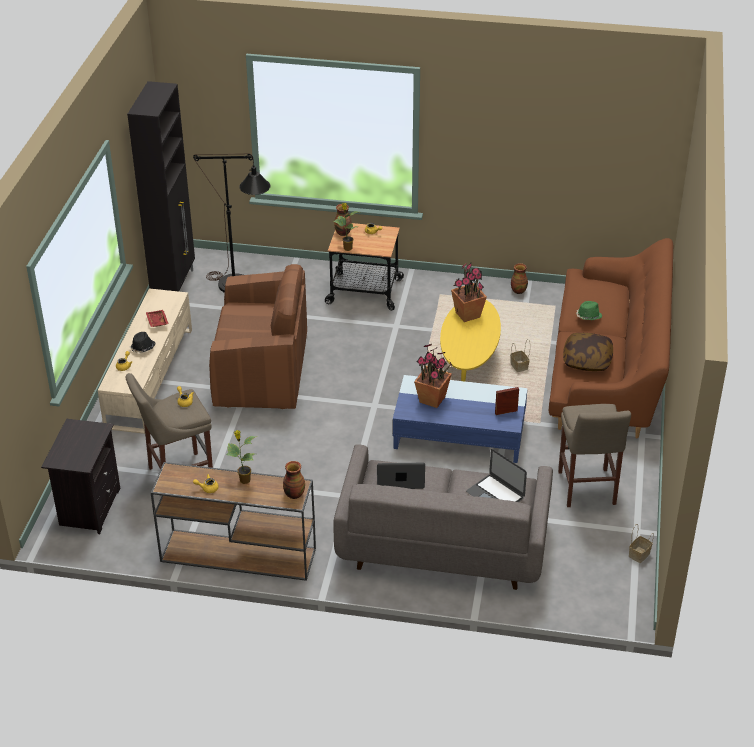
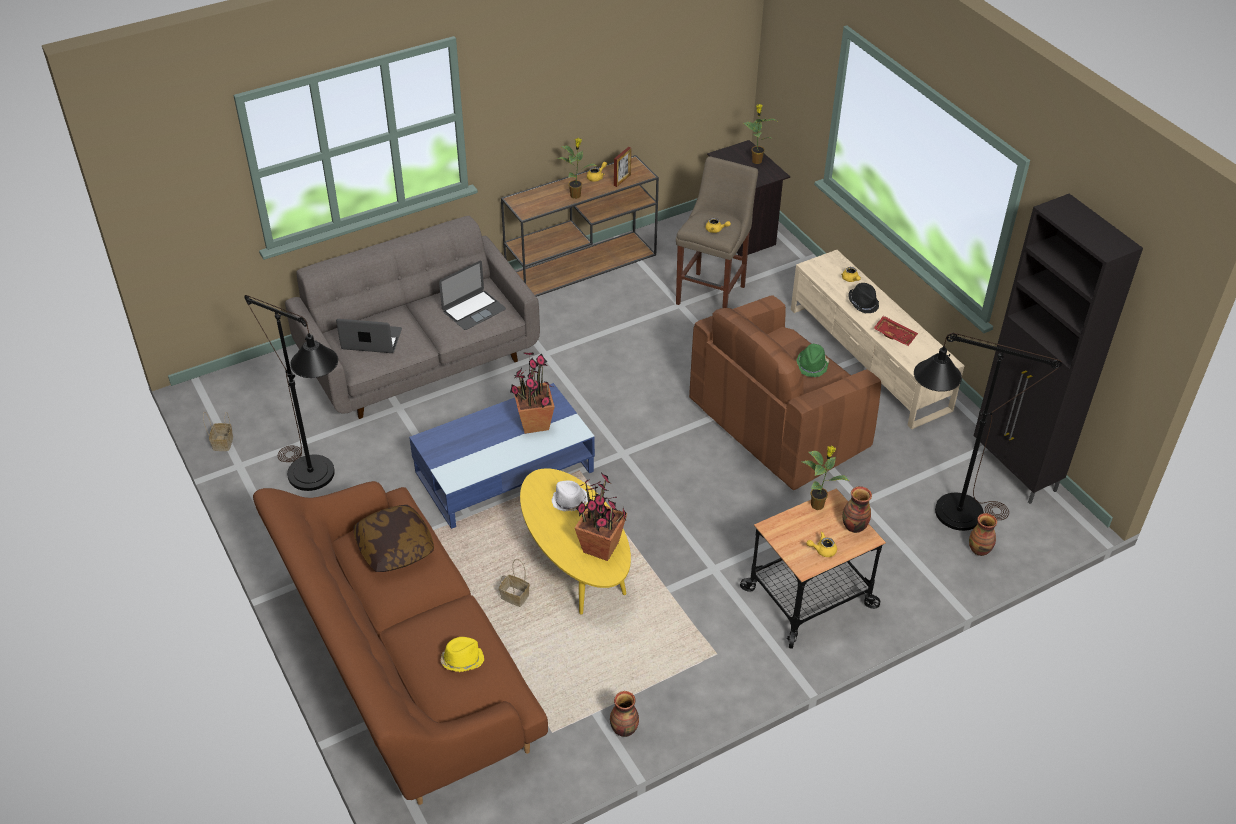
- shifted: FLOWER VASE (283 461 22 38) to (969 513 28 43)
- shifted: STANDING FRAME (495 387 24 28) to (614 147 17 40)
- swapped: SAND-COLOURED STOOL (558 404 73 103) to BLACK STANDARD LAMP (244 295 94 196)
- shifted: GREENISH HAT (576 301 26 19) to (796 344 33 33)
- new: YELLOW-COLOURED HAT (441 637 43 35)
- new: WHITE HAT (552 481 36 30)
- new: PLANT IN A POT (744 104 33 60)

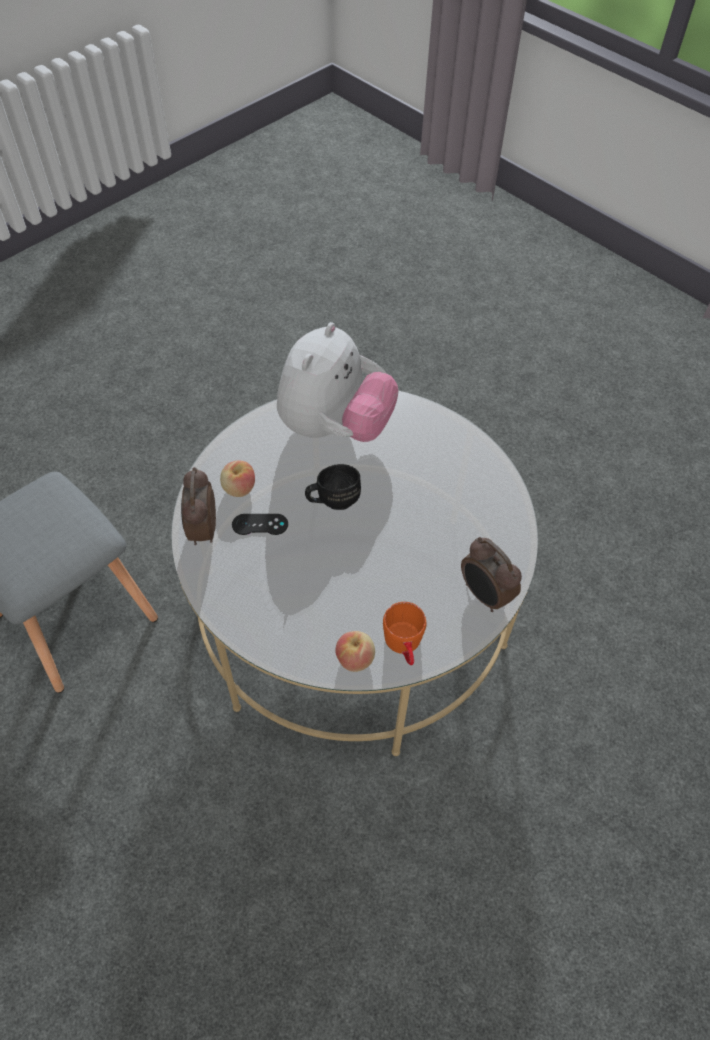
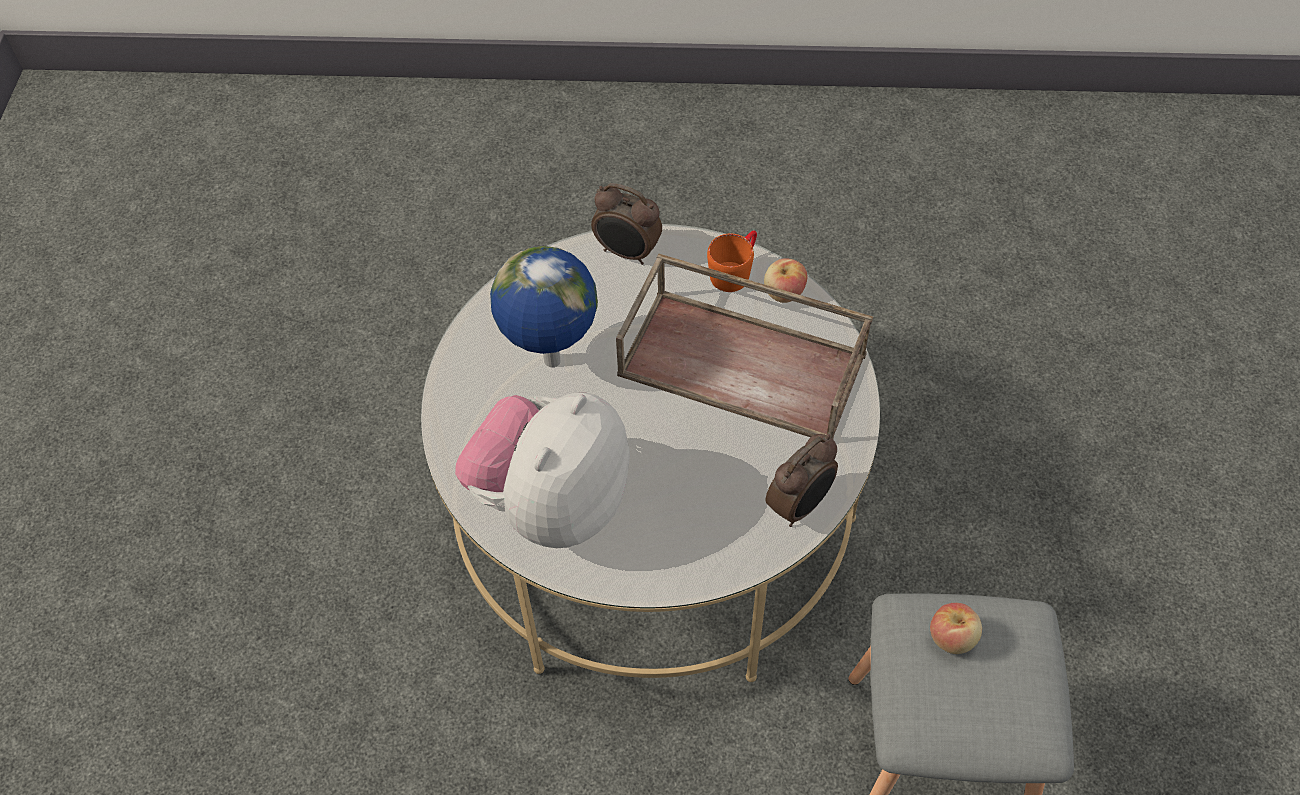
- shifted: APPLE (220 461 35 36) to (930 603 52 51)
- gone: BLACK JOYPAD (232 514 56 21)
- rotated: SOFT TOY (277 322 122 120) = (455 393 175 155) 45 degrees counterclockwise
- gone: BLACK COFFEE MUG (305 464 56 46)
- rotated: BEDSIDE CLOCK (461 537 61 75) = (591 183 71 82) 105 degrees clockwise
- new: WORLD GLOBE (490 246 108 121)
- new: BROWN-COLOURED CARRYING TRAY (616 253 257 186)

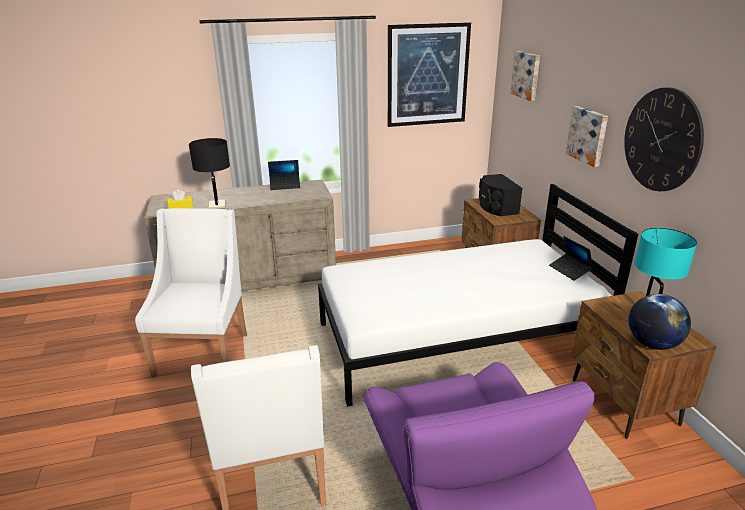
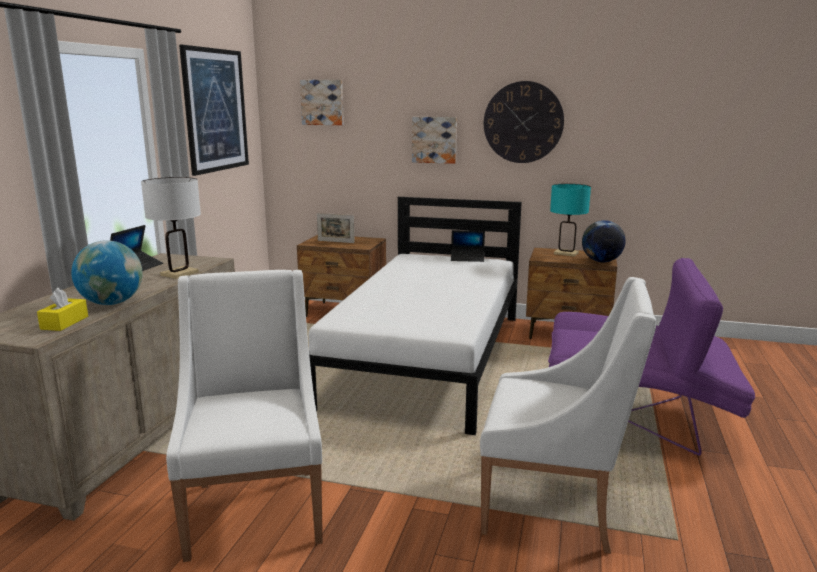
- rotated: WHITE ARMCHAIR (135 208 112 169) = (166 270 157 292) 45 degrees clockwise
- swapped: BLACK TABLE LAMP (189 138 41 71) to WORLD GLOBE (71 240 72 65)
- swapped: BLACK LOUDSPEAKER (479 174 43 42) to STANDING FRAME (317 213 38 30)
- new: WHITE TABLE LAMP (141 177 60 102)

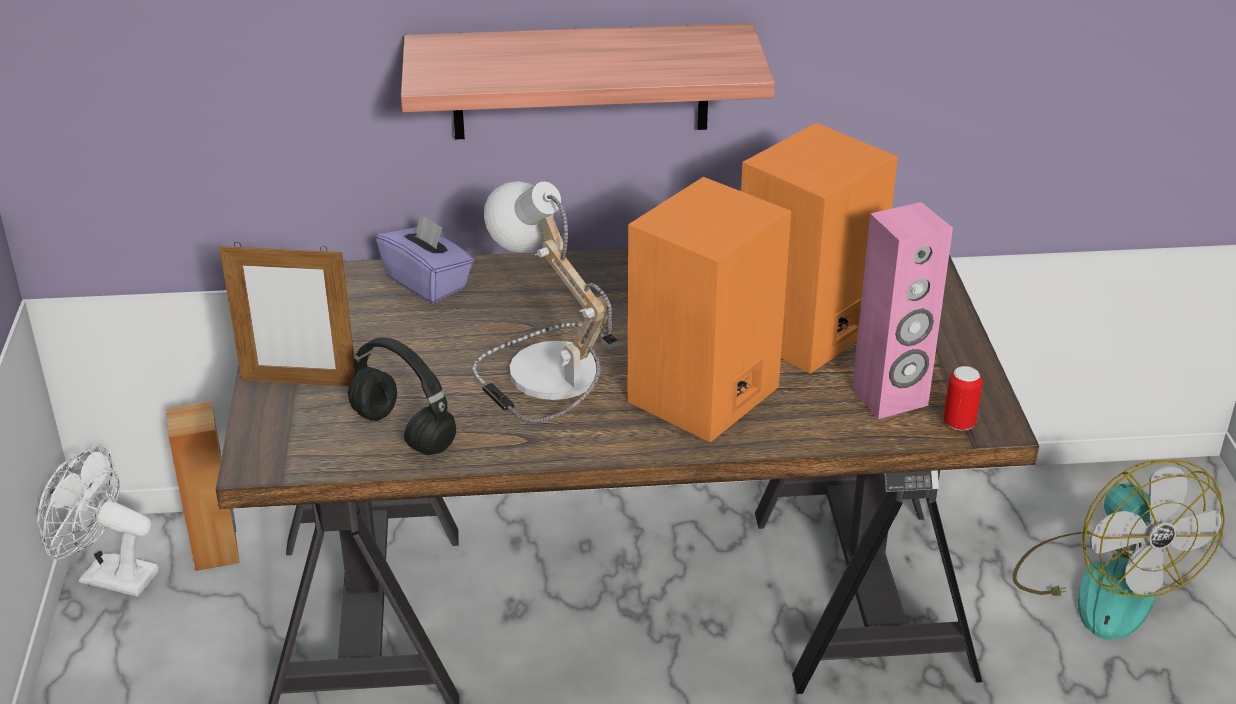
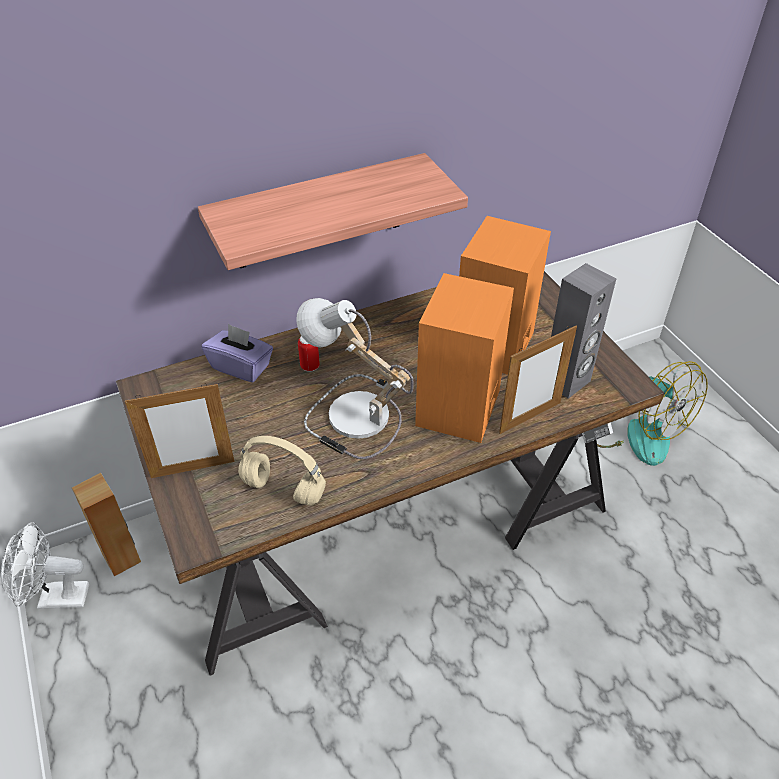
- repainted: BLACK HEADSET (348 337 108 118) to SAND-COLOURED HEADSET (238 436 88 69)
- repainted: PINK-COLOURED LOUDSPEAKER (852 202 101 217) to GREY LOUDSPEAKER (551 263 65 136)
- shifted: METAL CAN (943 366 40 65) to (298 336 22 36)
- new: STANDING FRAME (499 325 78 109)

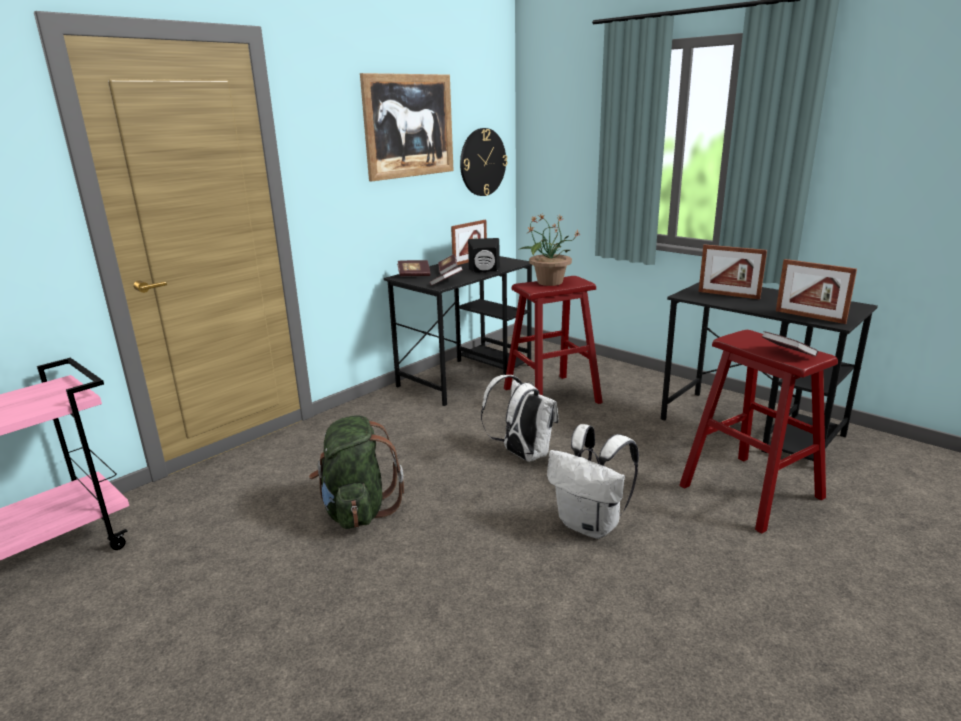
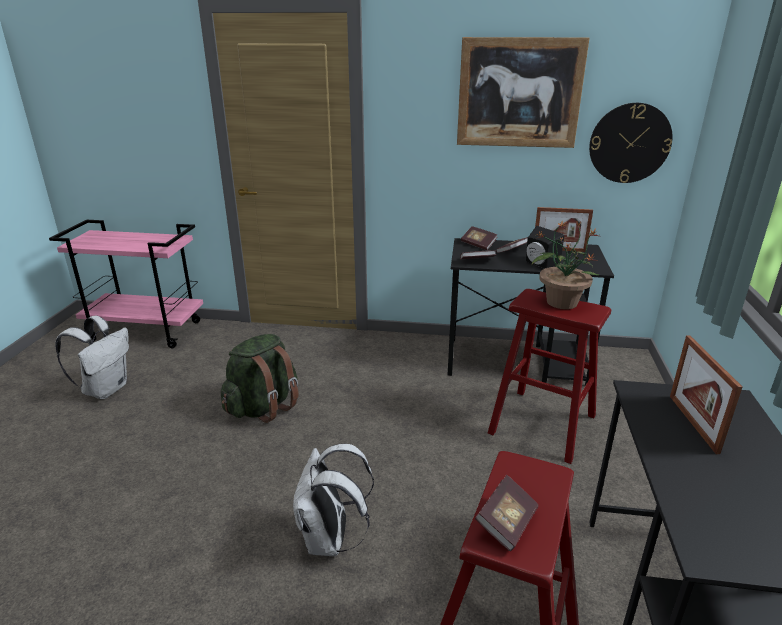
- shifted: WHITE BACKPACK (481 375 78 87) to (55 316 74 83)
- gone: STANDING FRAME (776 259 81 65)

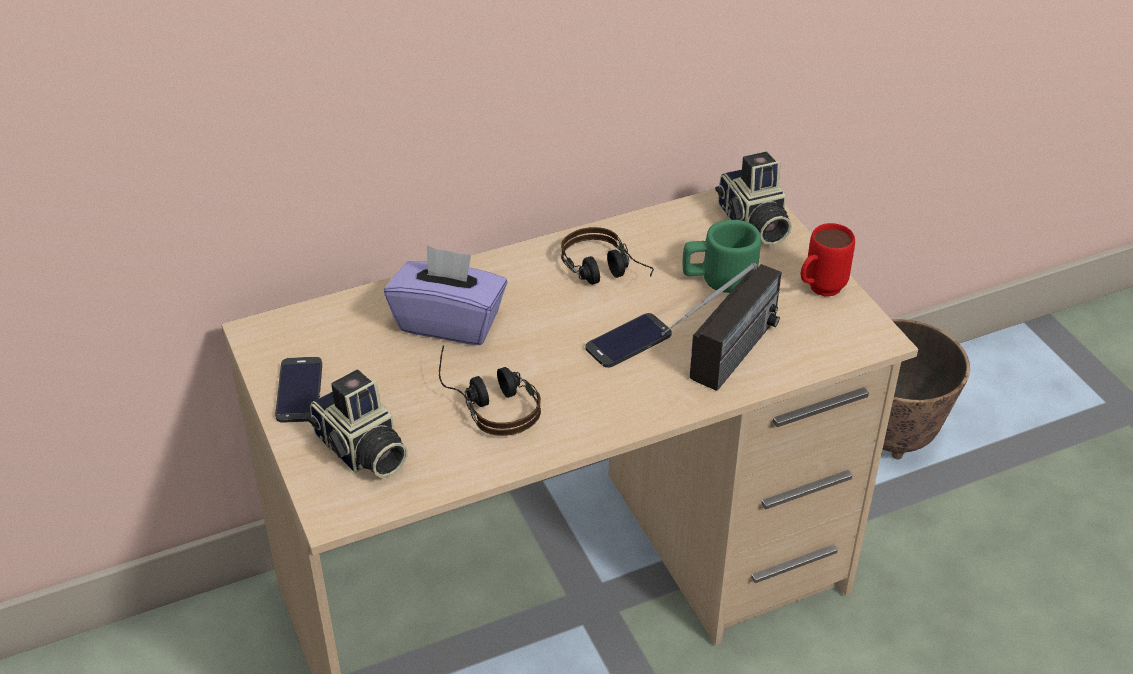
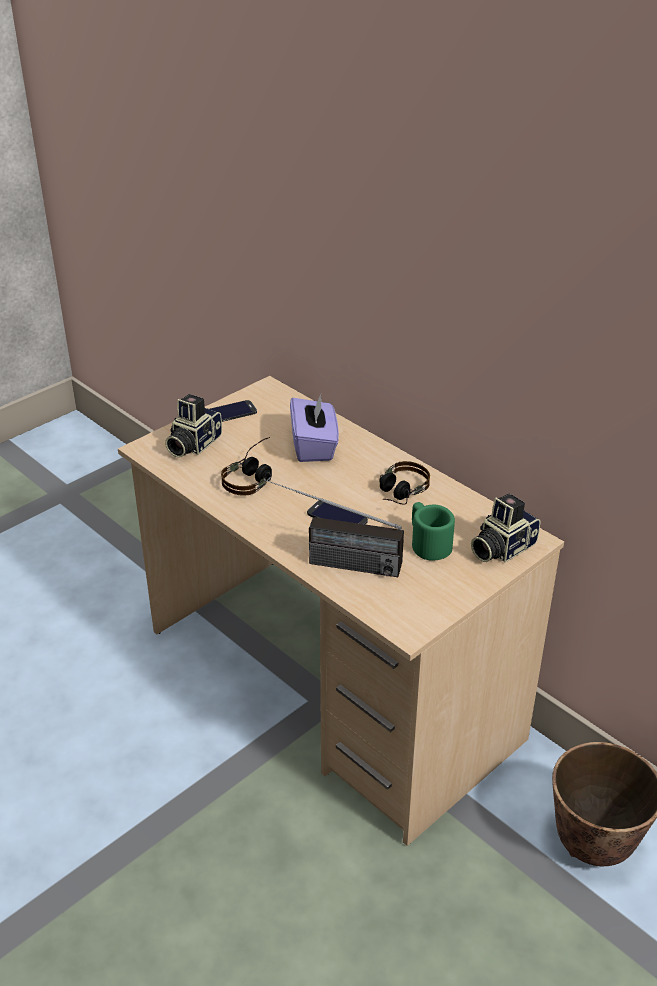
- gone: RED COFFEE MUG (800 223 55 74)

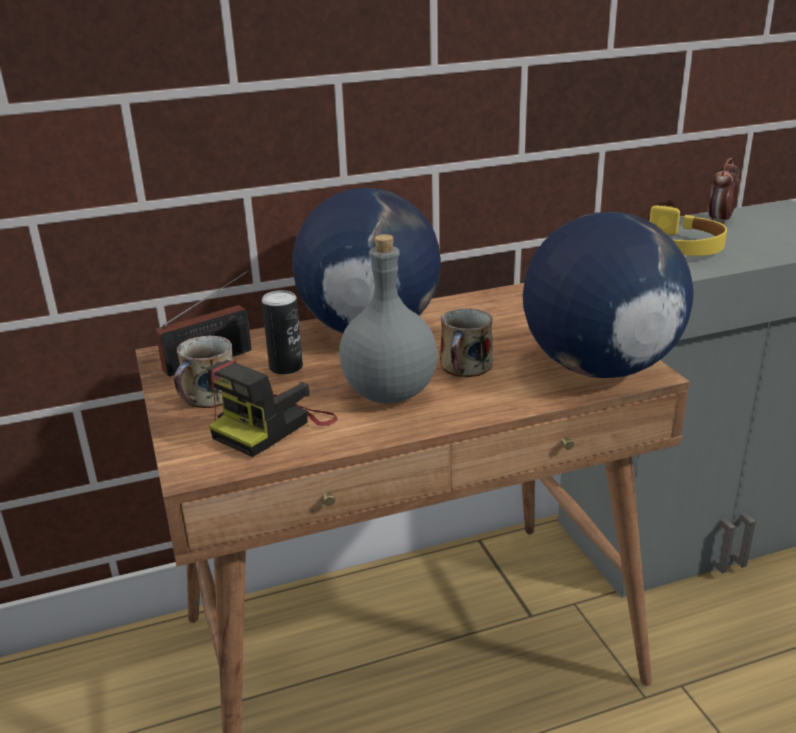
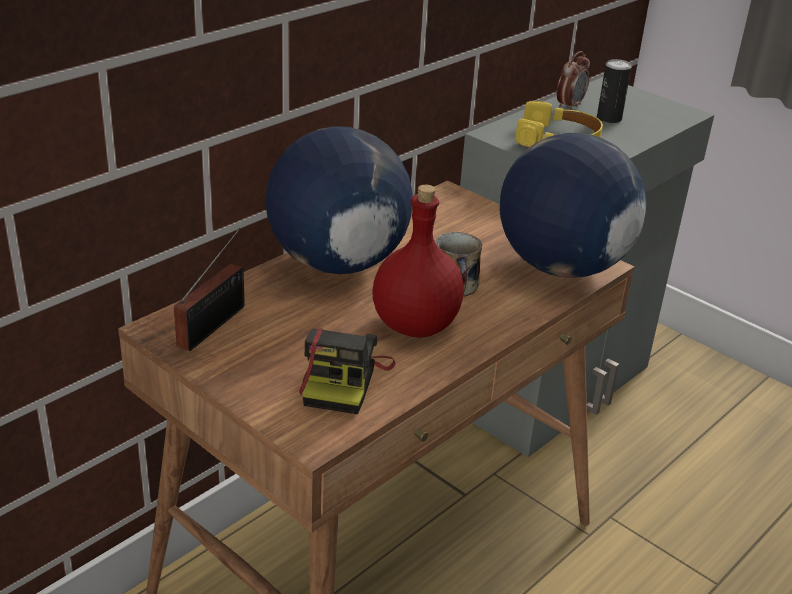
- gone: COFFEE MUG (174 335 59 73)
- shifted: METAL CAN (262 290 41 85) to (597 59 35 64)
- repainted: GREY DRINK BOTTLE (339 234 99 170) to RED DRINK BOTTLE (372 185 92 153)
- rotated: BEDSIDE CLOCK (708 158 31 66) = (557 51 33 59) 150 degrees counterclockwise

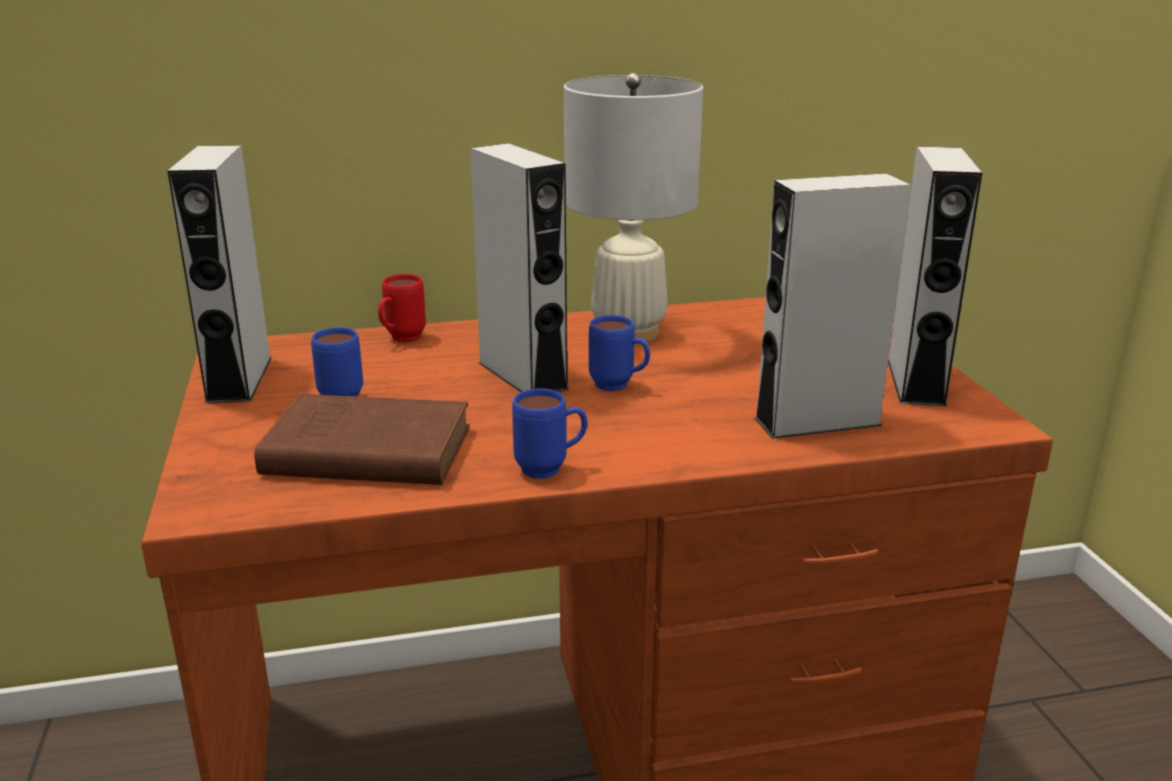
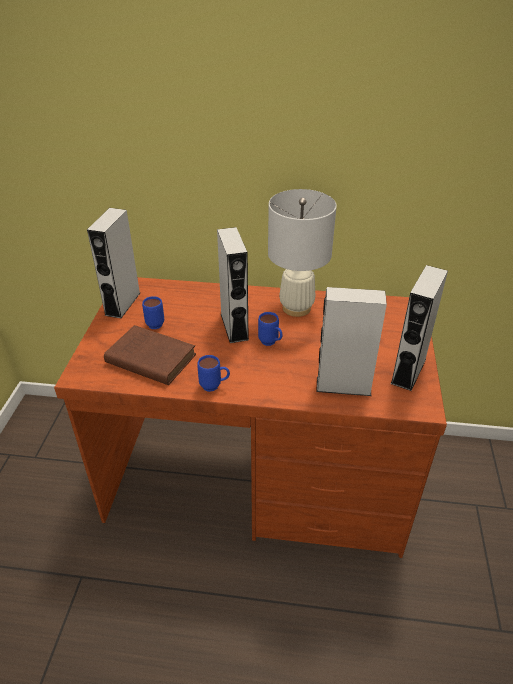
- gone: RED COFFEE MUG (378 274 48 68)

